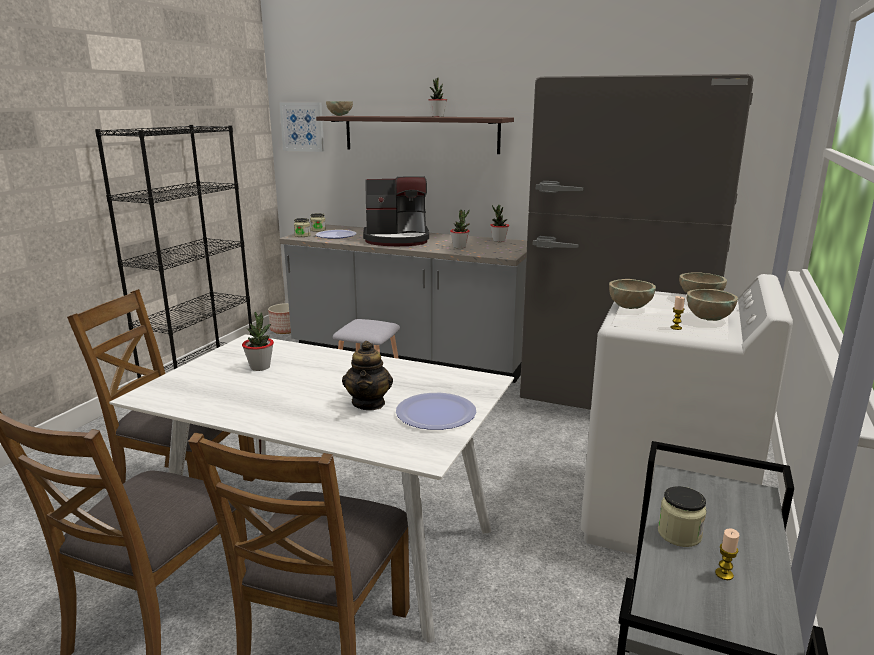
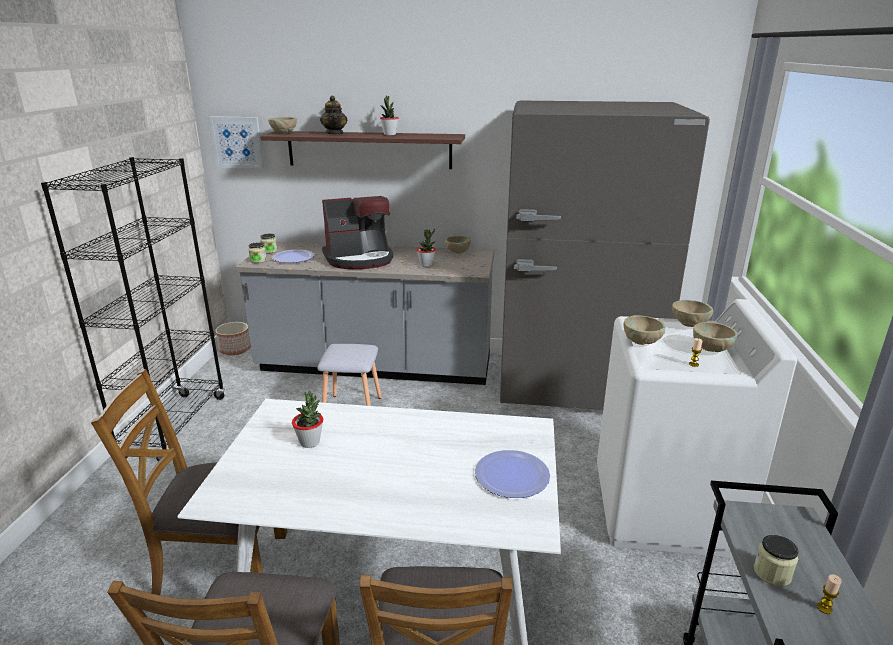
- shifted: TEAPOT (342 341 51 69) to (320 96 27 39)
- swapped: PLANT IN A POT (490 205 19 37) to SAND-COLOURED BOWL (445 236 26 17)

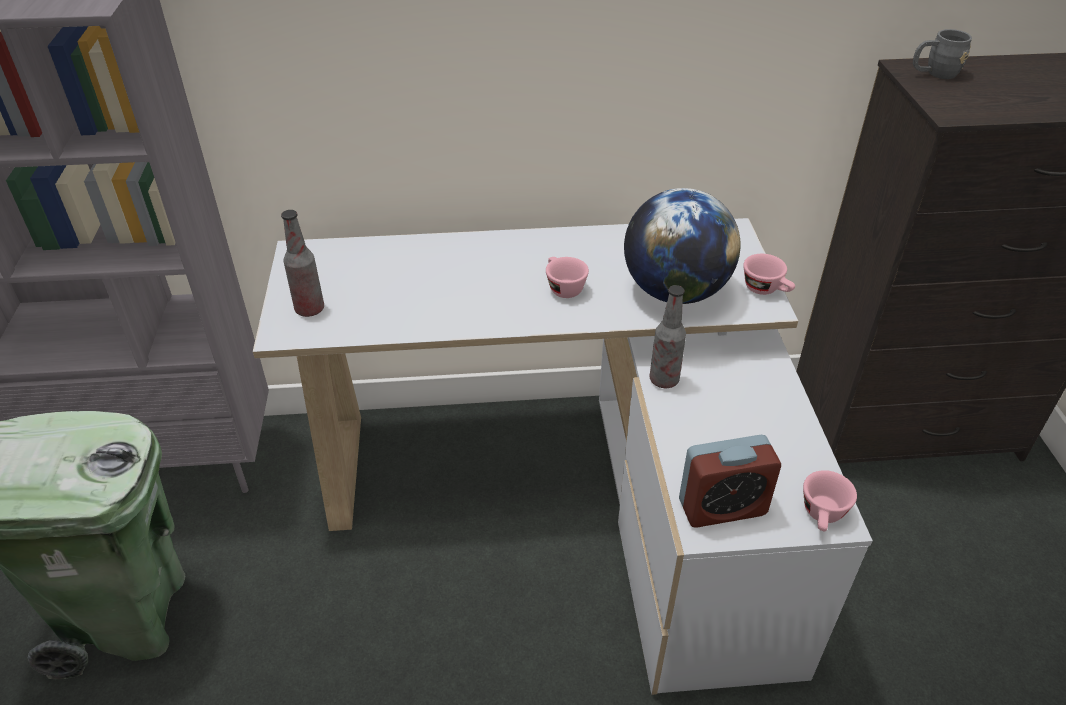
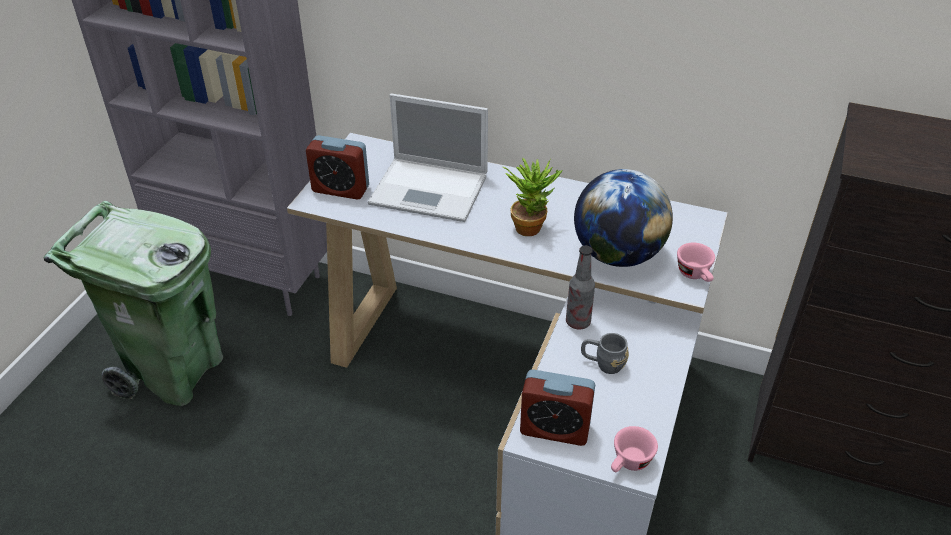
- swapped: DRINK BOTTLE (281 210 43 107) to BEDSIDE CLOCK (306 135 63 65)
- swapped: PINK-COLOURED CUP (546 257 43 41) to PLANT IN A POT (503 158 59 78)
- shifted: GREY COFFEE MUG (913 29 59 50) to (581 333 48 41)
- new: LAPTOP (368 93 120 129)

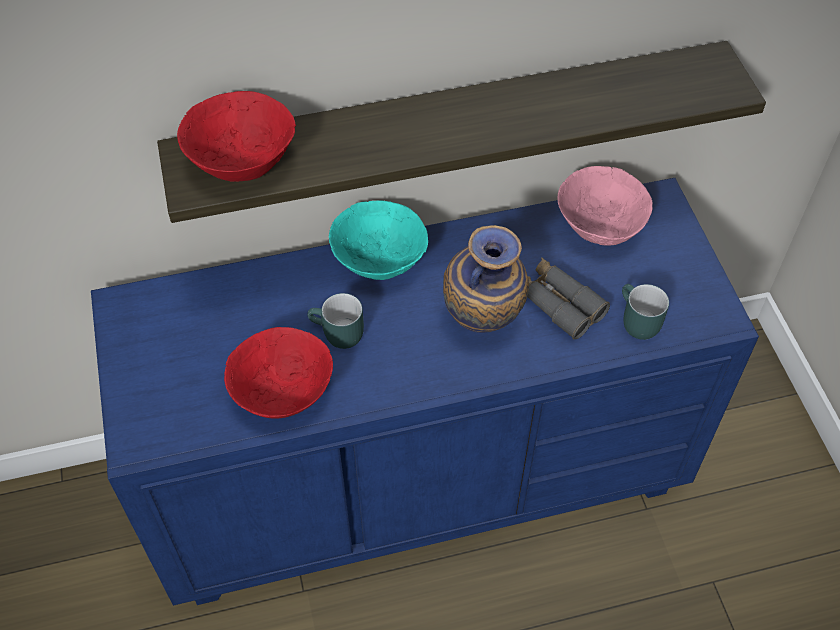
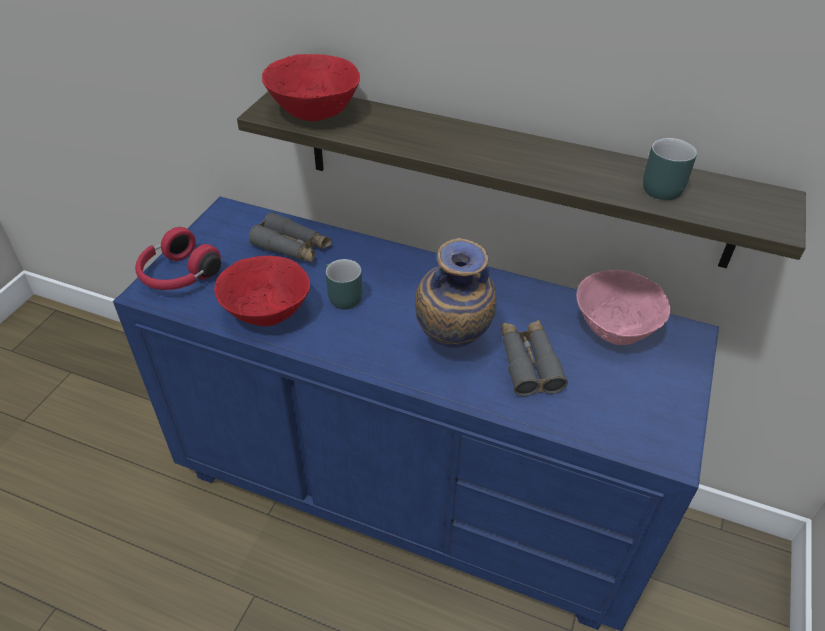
- gone: TURQUOISE-COLOURED BOWL (329 200 99 80)
- shifted: TURQUOISE-COLOURED COFFEE MUG (622 284 47 56) to (643 138 54 62)
- new: RED HEADSET (135 227 86 63)
- new: GREY BINOCULARS (249 212 83 51)

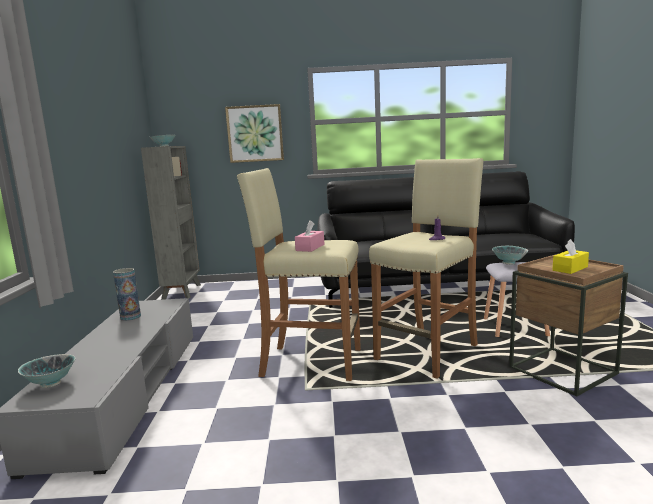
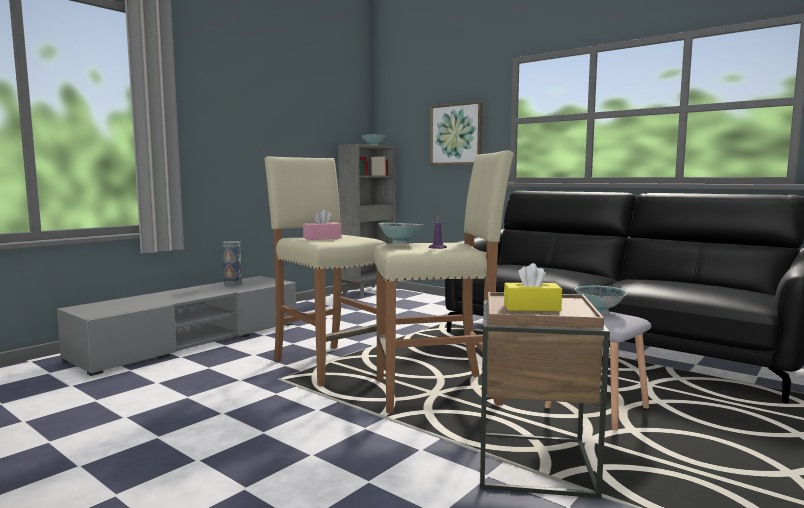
- shifted: BOWL (18 354 57 34) to (378 223 45 21)

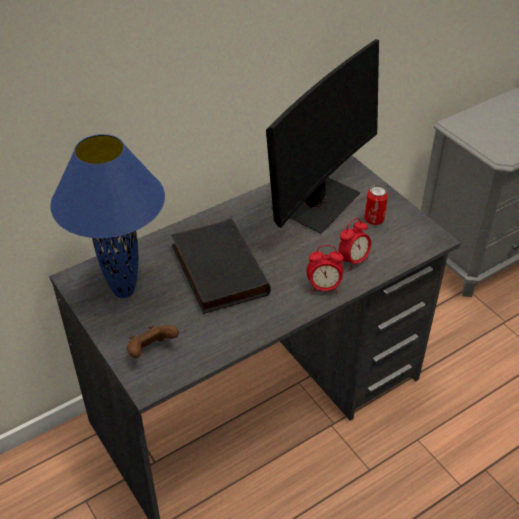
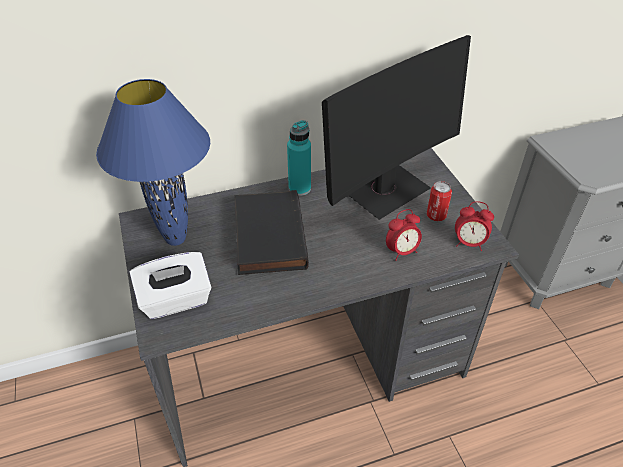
- swapped: BROWN-COLOURED JOYPAD (127 325 52 33) to WHITE TISSUE HOLDER (129 252 82 67)
- shifted: BEDSIDE CLOCK (306 245 38 48) to (455 201 39 50)
- new: TURQUOISE-COLOURED DRINK BOTTLE (287 120 24 76)

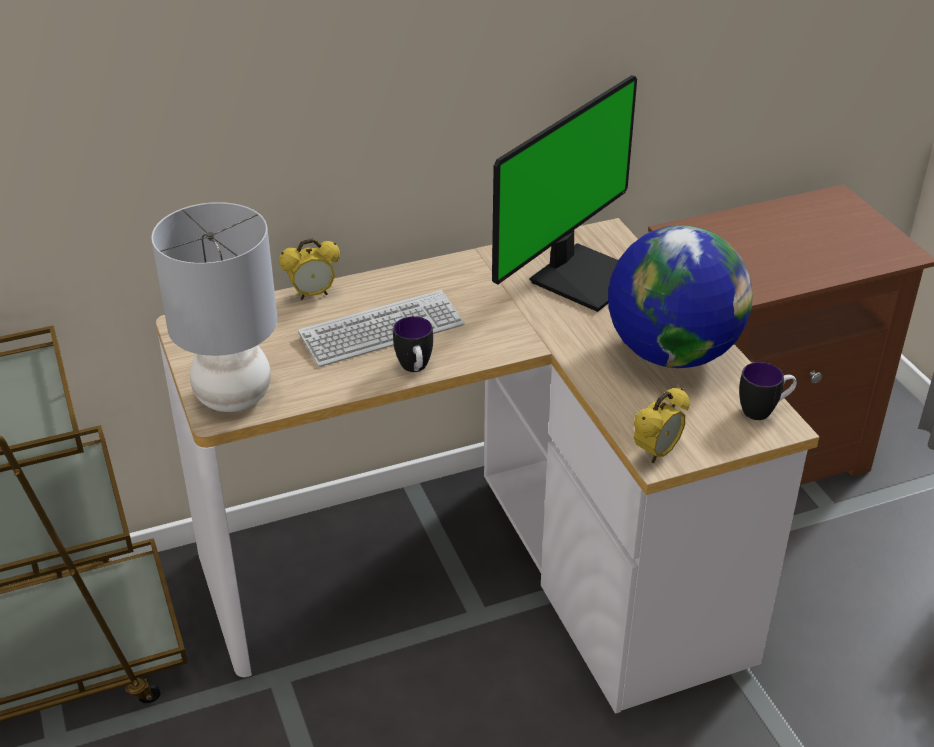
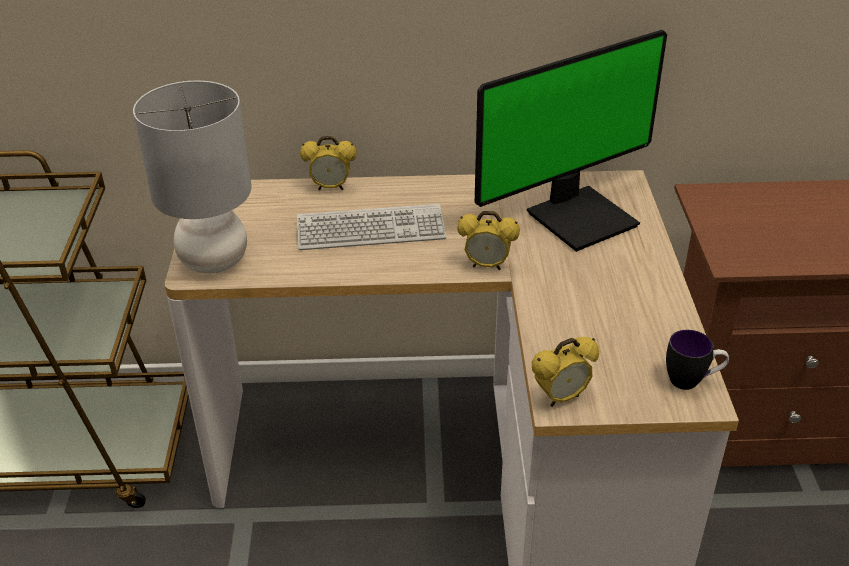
- gone: COFFEE MUG (393 316 40 56)
- gone: WORLD GLOBE (608 225 145 143)
- new: BEDSIDE CLOCK (457 211 63 59)

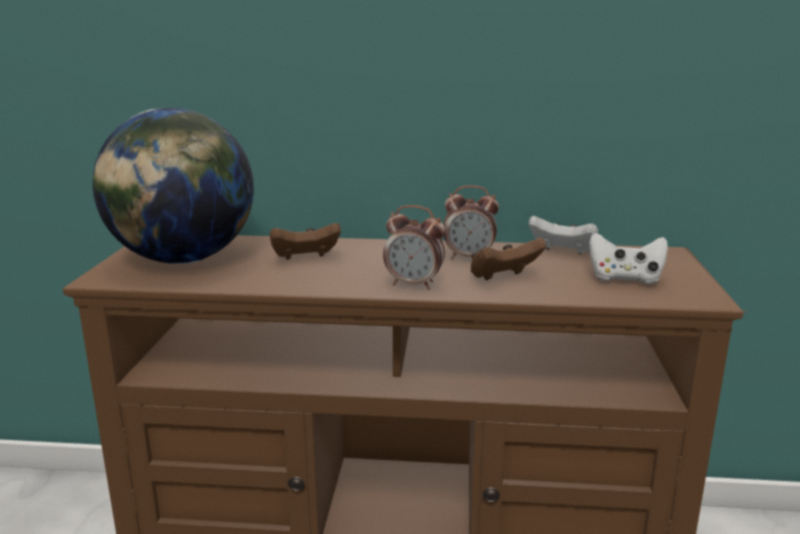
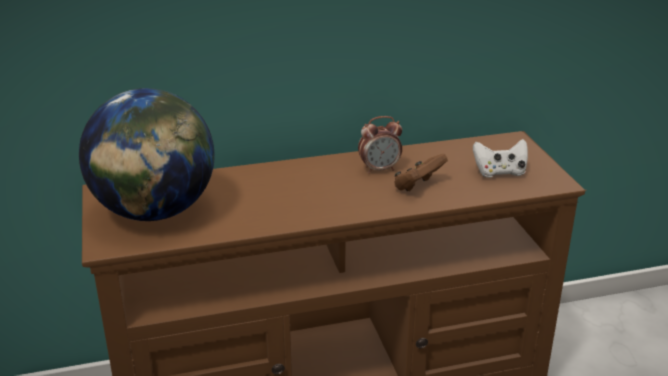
- gone: BROWN-COLOURED JOYPAD (270 223 71 37)
- gone: BEDSIDE CLOCK (383 205 62 85)
- gone: WHITE JOYPAD (529 216 69 39)

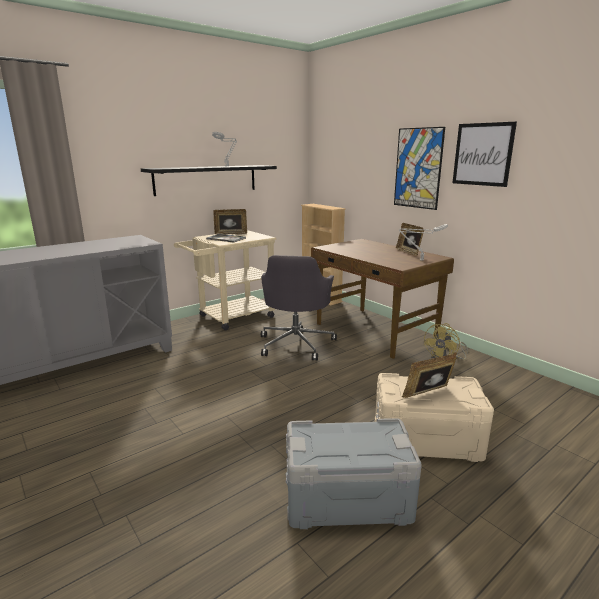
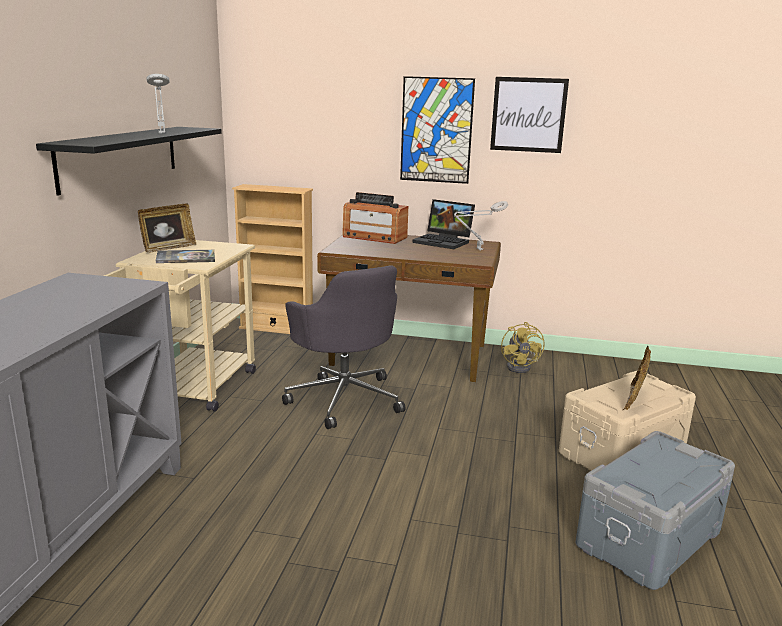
- swapped: STANDING FRAME (396 223 28 33) to LAPTOP (412 199 63 50)
- new: RADIO SET (342 192 66 52)

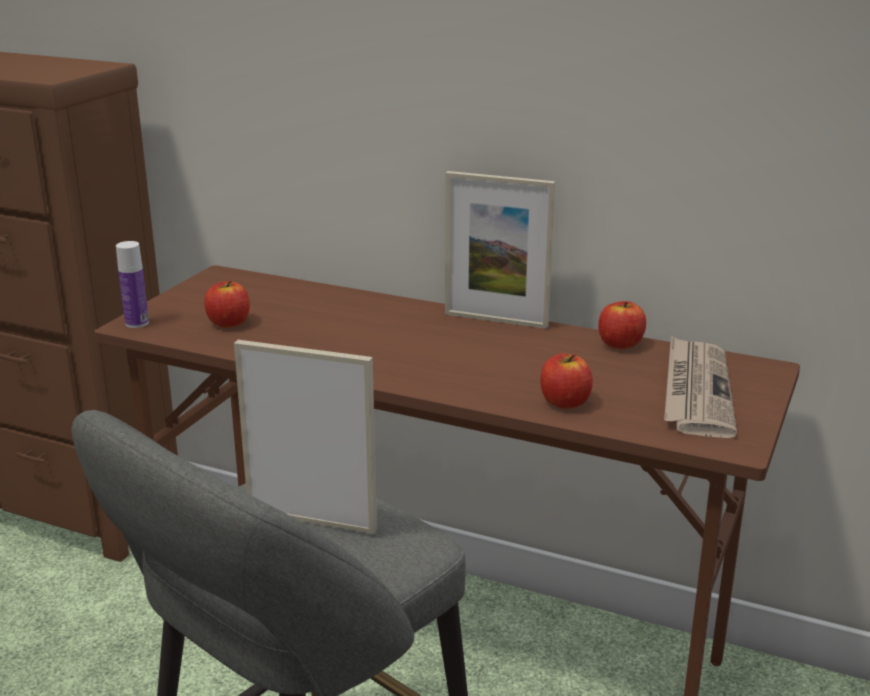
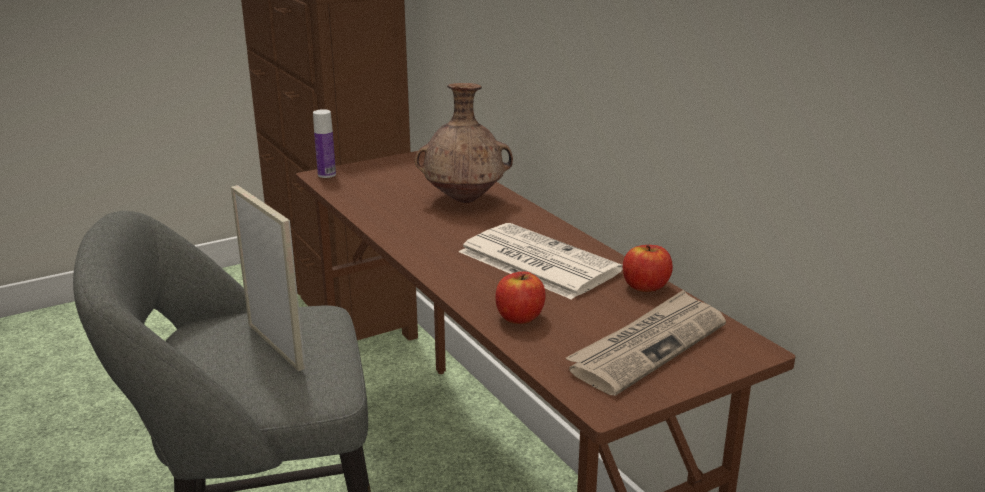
- gone: APPLE (204 281 46 47)
- gone: STANDING FRAME (445 171 110 158)
- new: BROWN-COLOURED FLOWER VASE (415 83 98 120)
- new: DAILY PAPER (459 223 164 77)

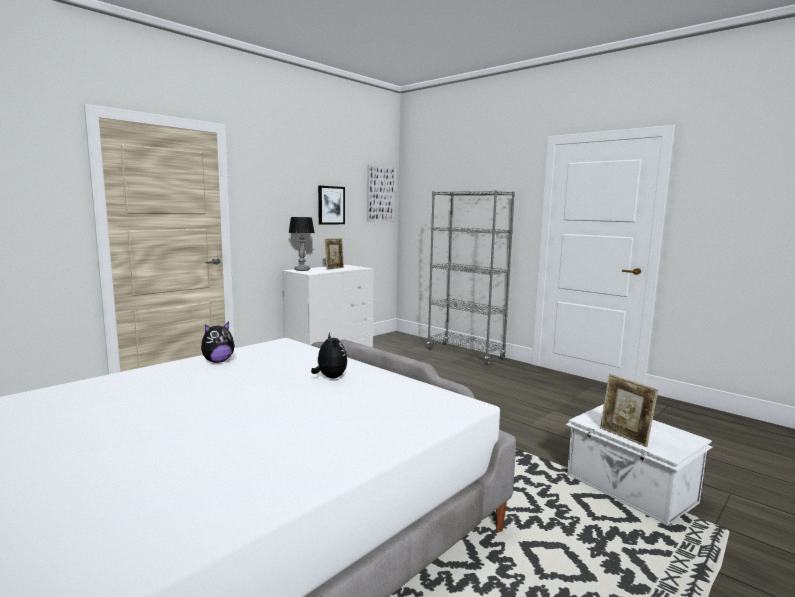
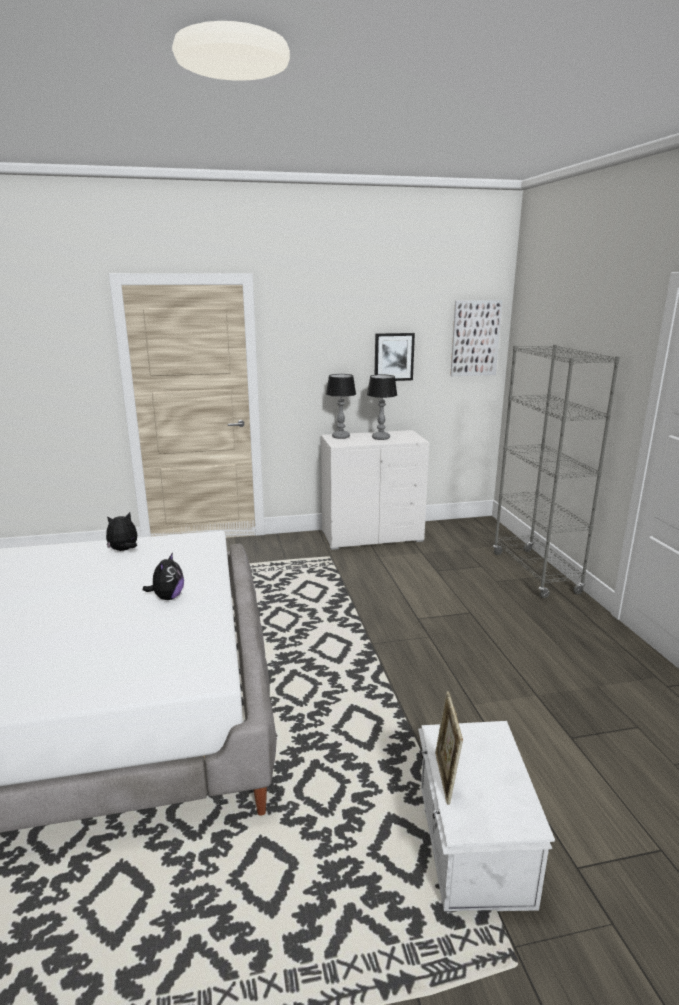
- rotated: SOFT TOY (201 322 33 41) = (106 512 31 39) 150 degrees clockwise
- swapped: STANDING FRAME (325 238 19 32) to TABLE LAMP (367 374 30 66)

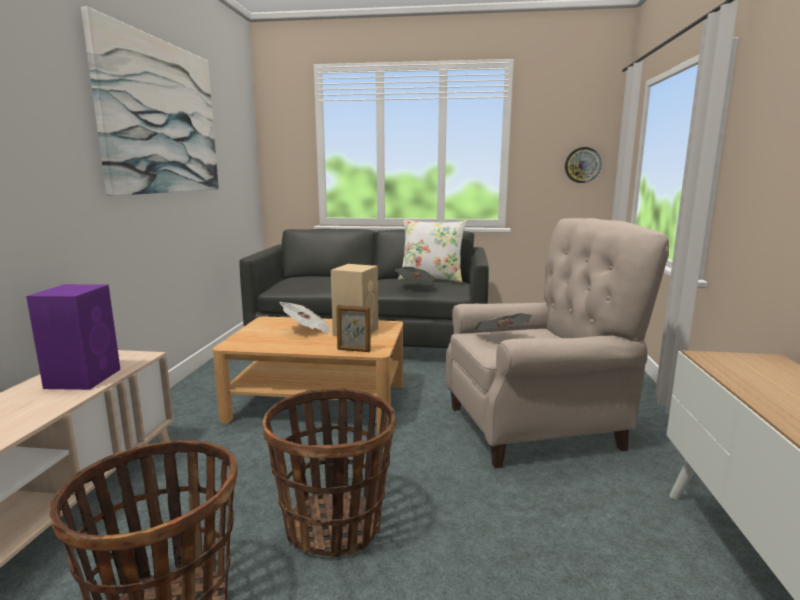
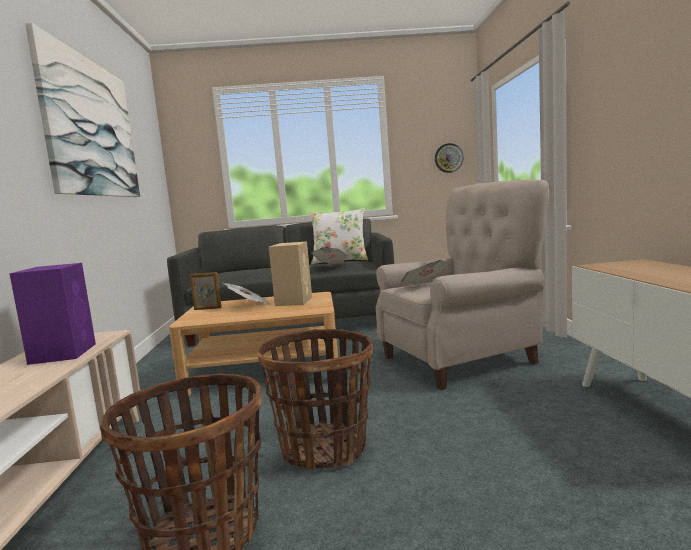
- shifted: STANDING FRAME (336 305 35 47) to (190 272 31 38)

